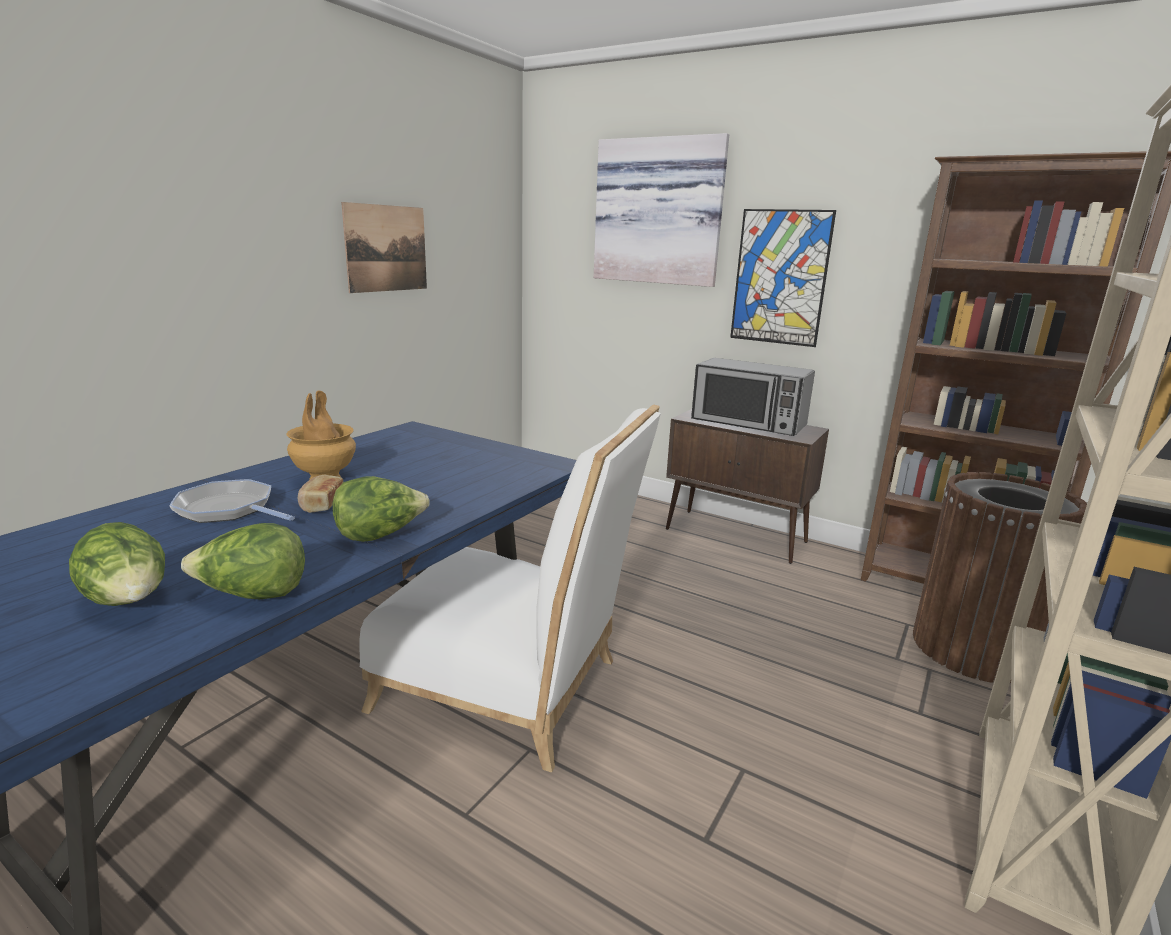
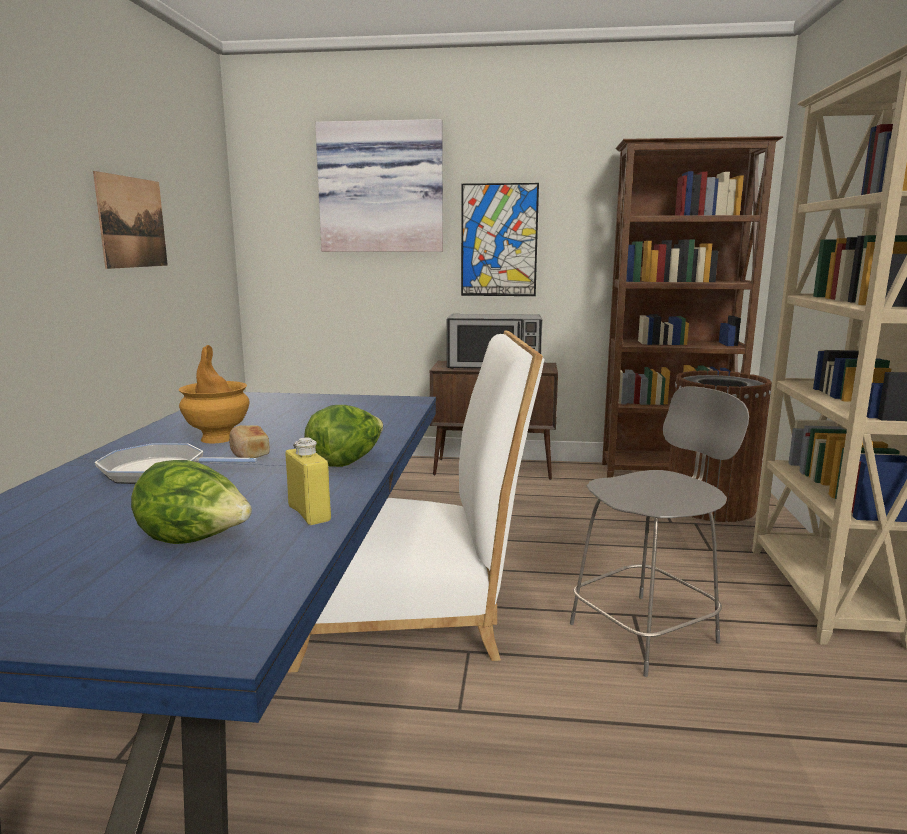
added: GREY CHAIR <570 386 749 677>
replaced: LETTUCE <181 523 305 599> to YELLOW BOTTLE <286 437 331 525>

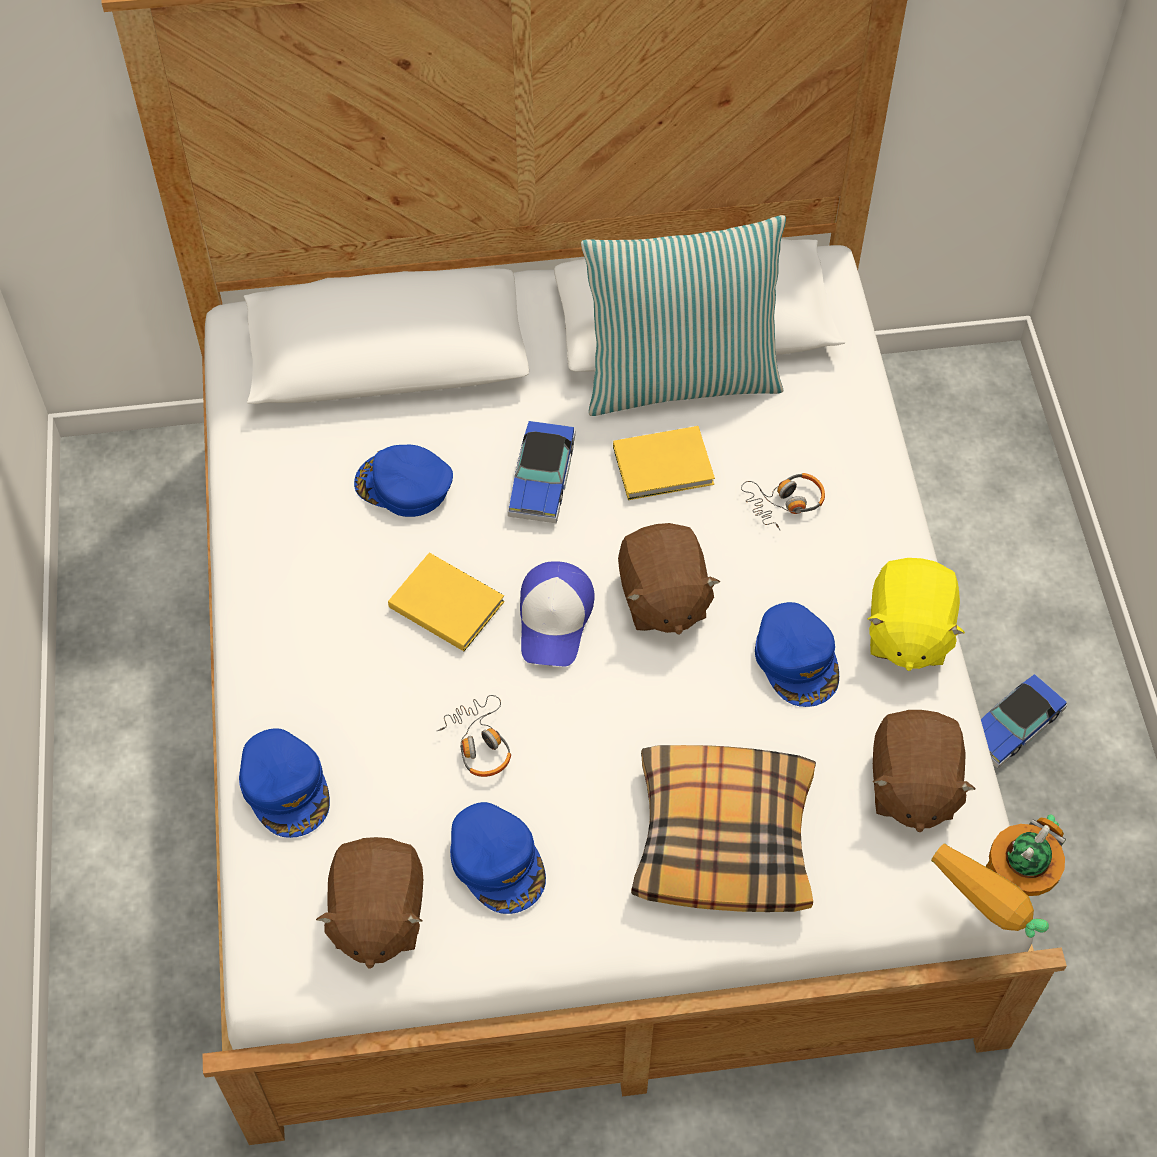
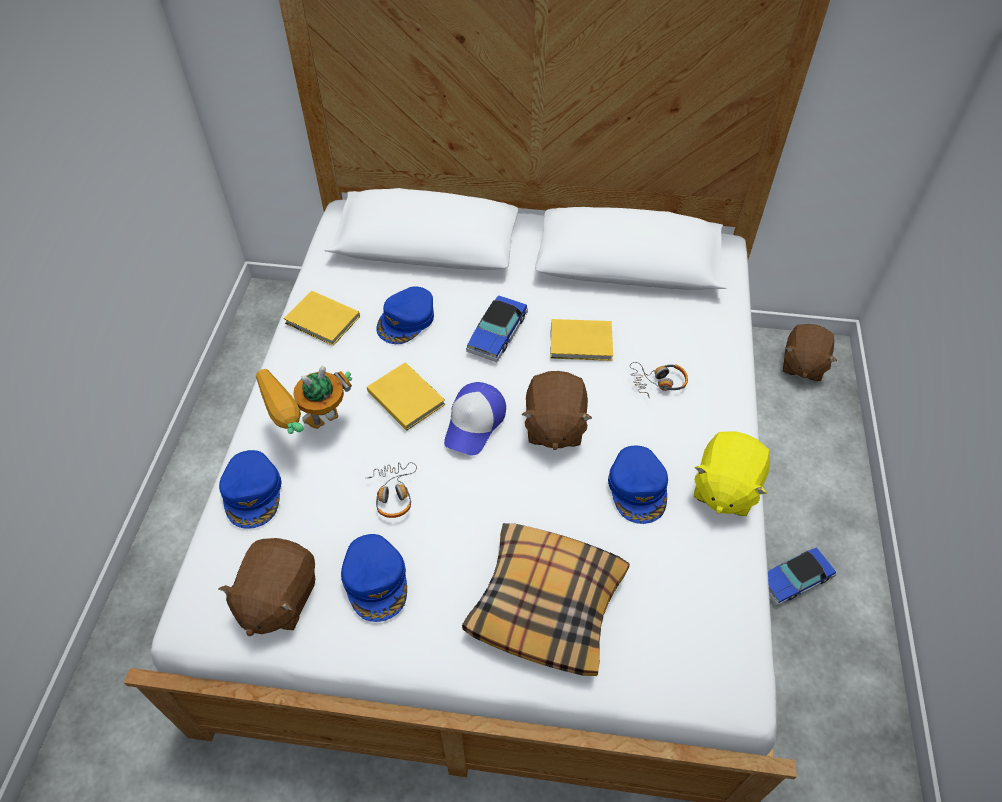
removed: PILLOW <581 215 786 416>
added: YELLOW BOOK <284 290 360 346>
moved: TOY ROBOT <931 814 1066 938> to <256 366 352 434>; BROWN PLUSH TOY <873 710 975 832> to <783 324 837 381>
turned: BLUE CAP <354 445 453 517> = <376 286 434 344> 90 degrees counterclockwise

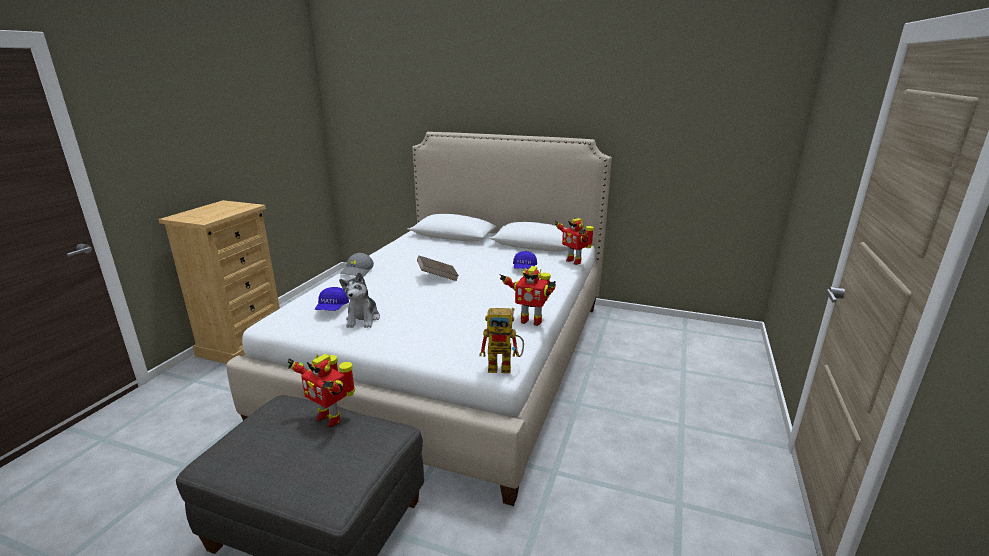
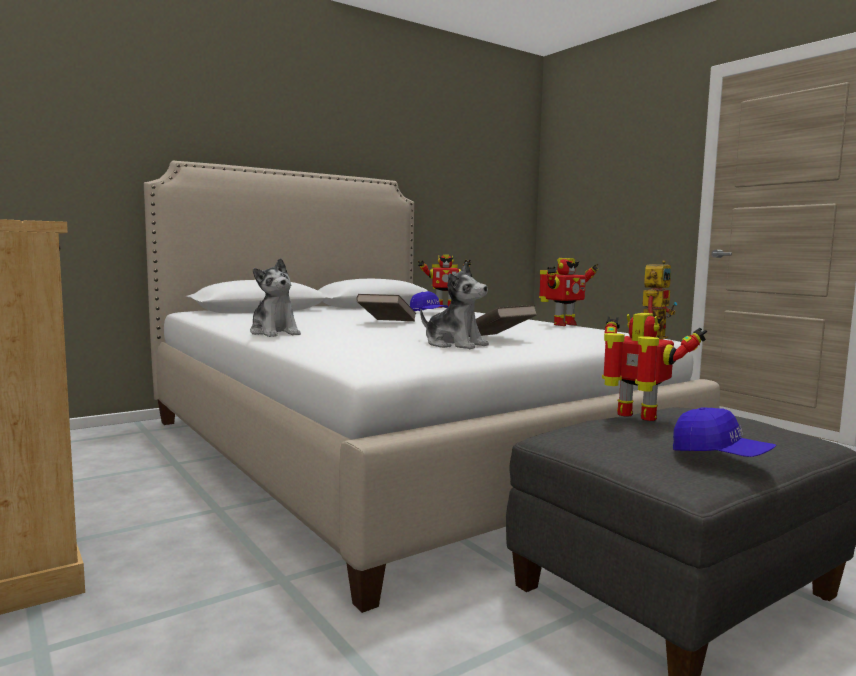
added: BROWN BOOK <469 305 538 337>
moved: BLUE CAP <315 287 349 311> to <673 407 776 457>
replaced: GREY CAP <340 253 374 277> to PLUSH TOY <250 258 301 337>
turned: TOY ROBOT <287 354 355 427> = <602 313 707 421> 120 degrees counterclockwise

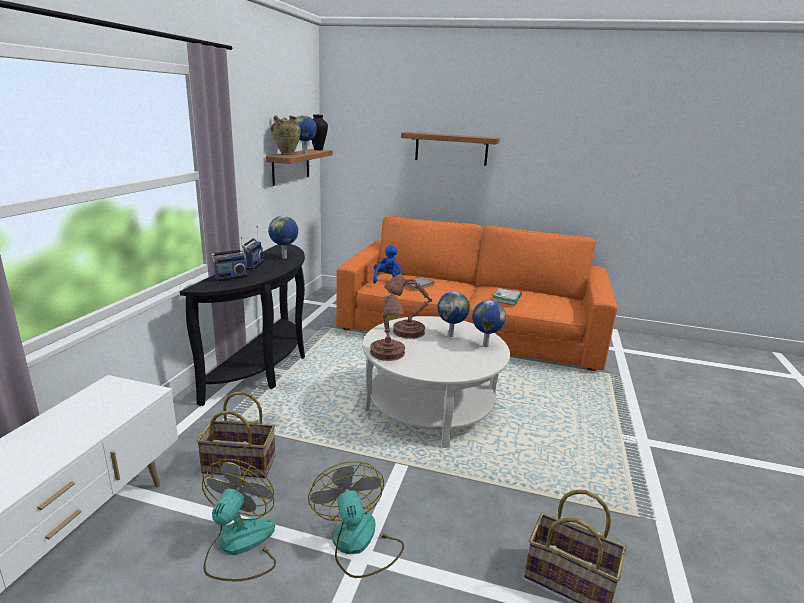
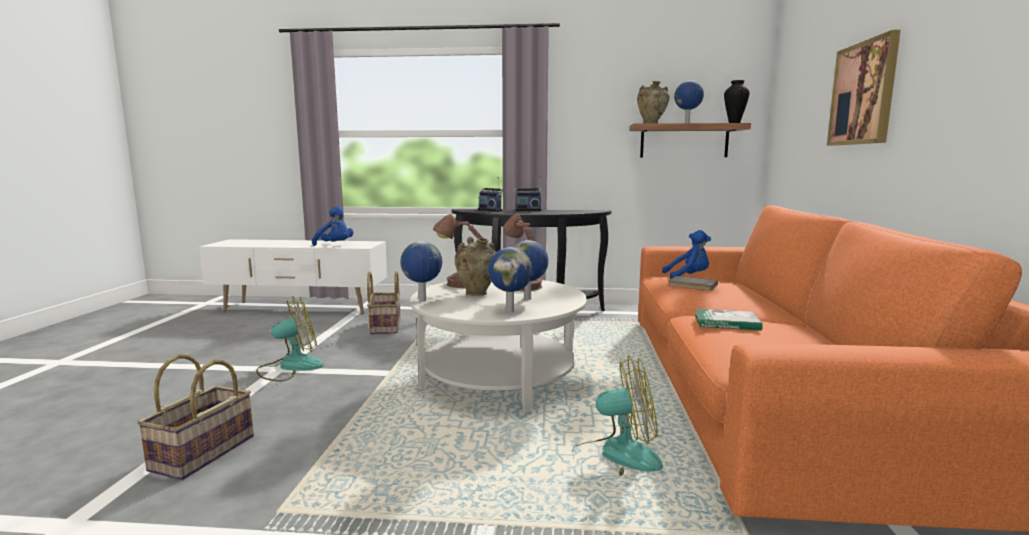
added: BLUE PLUSH TOY <312 206 353 246>; BEIGE VASE <455 237 496 296>
moved: GLOBE <268 216 298 259> to <400 241 442 302>; FAN <202 459 276 581> to <572 355 663 476>
replaced: SHELF <401 132 500 166> to PICTURE <827 30 901 146>

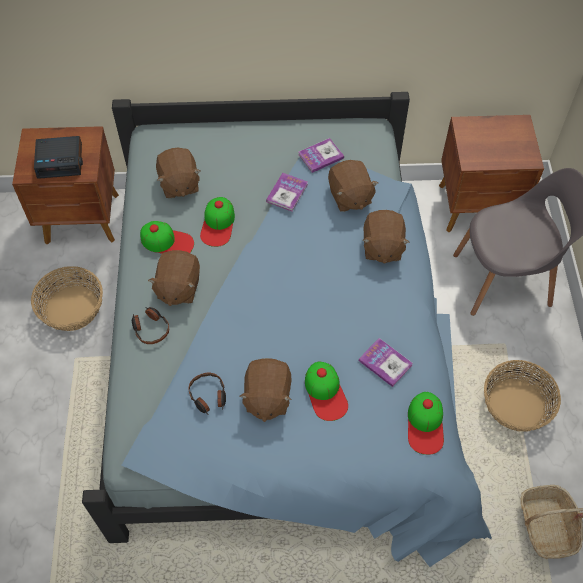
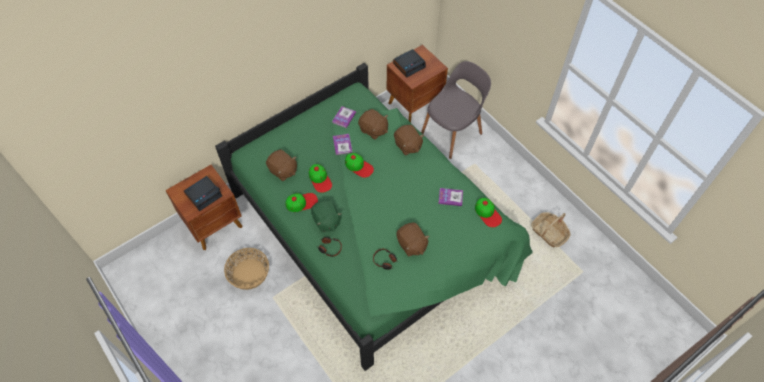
removed: BASKET <484 360 561 432>
added: ALARM CLOCK <393 49 426 78>
moved: CAP <305 362 348 421> to <345 153 374 178>
recoloured: BLUE BED <82 92 492 567> to GREEN BED <215 63 533 371>; BROWN PLUSH TOY <148 250 200 306> to GREEN PLUSH TOY <311 200 342 232>

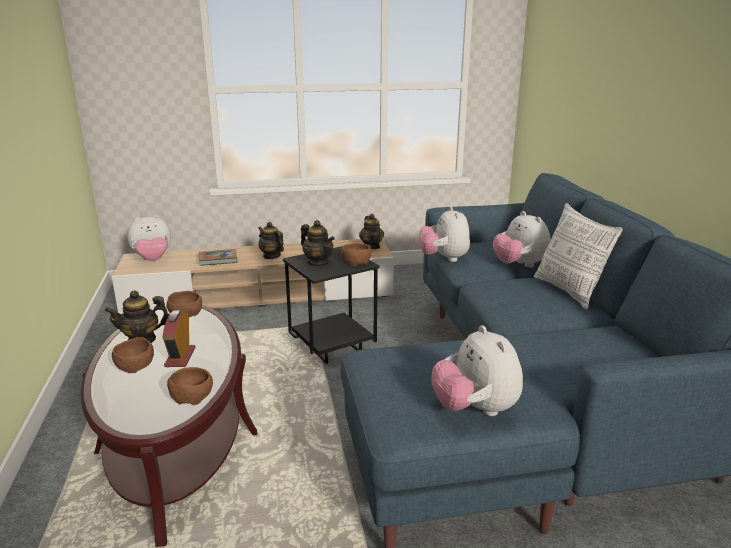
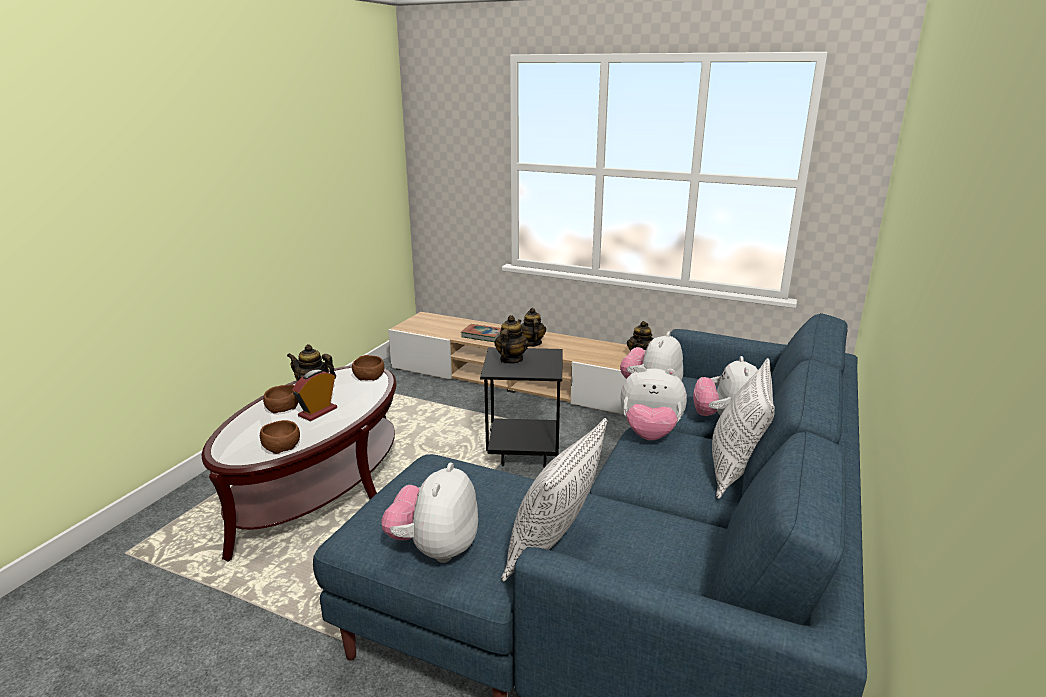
removed: BROWN BOWL <341 243 372 266>
added: PILLOW <501 418 607 582>
moved: PLUSH TOY <127 215 171 261> to <620 366 687 440>
turned: TEAPOT <301 220 335 266> = <494 315 529 364> 150 degrees counterclockwise

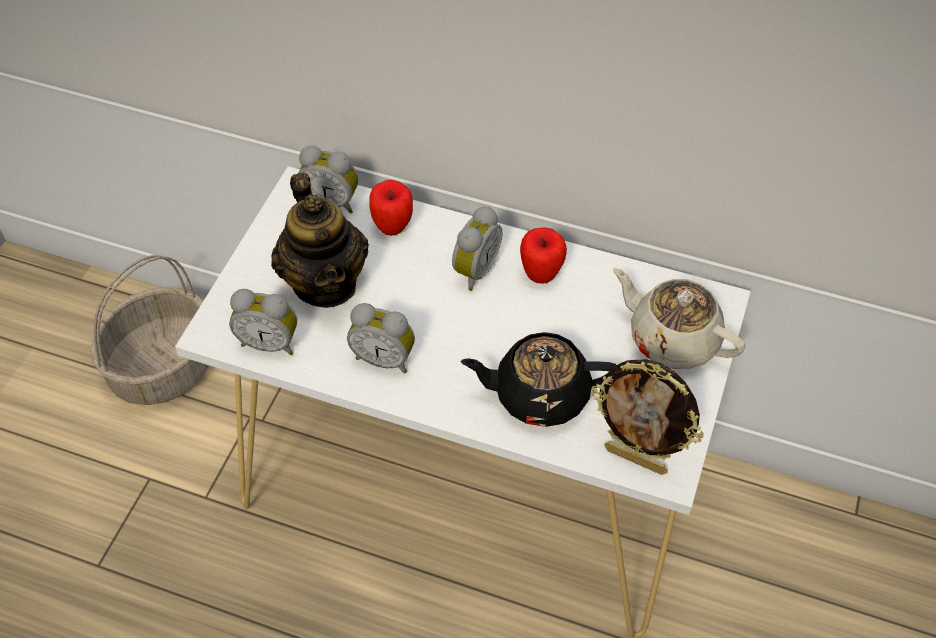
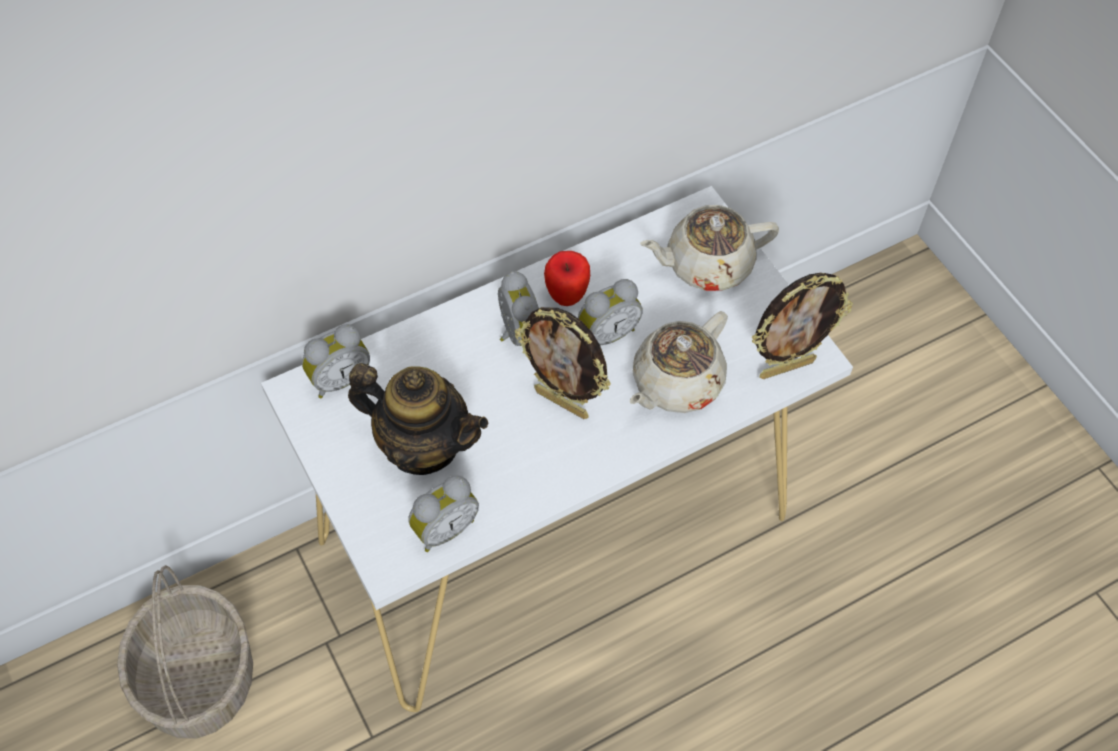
removed: APPLE <369 180 413 236>
added: PICTURE FRAME <515 307 611 419>
moved: ALARM CLOCK <347 303 415 374> to <578 279 643 345>
recoloured: BLACK TEAPOT <460 332 616 427> to BEIGE TEAPOT <630 311 728 413>

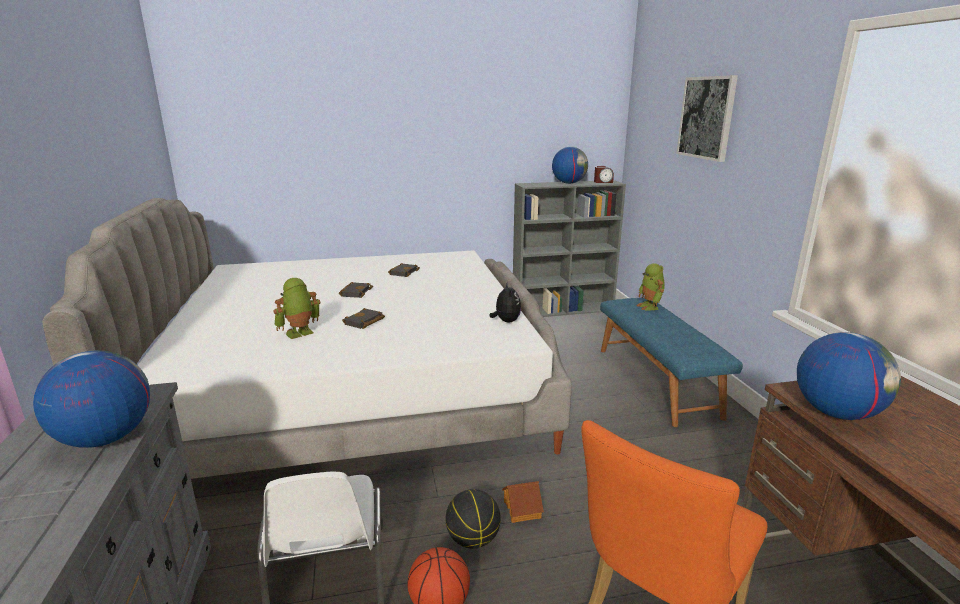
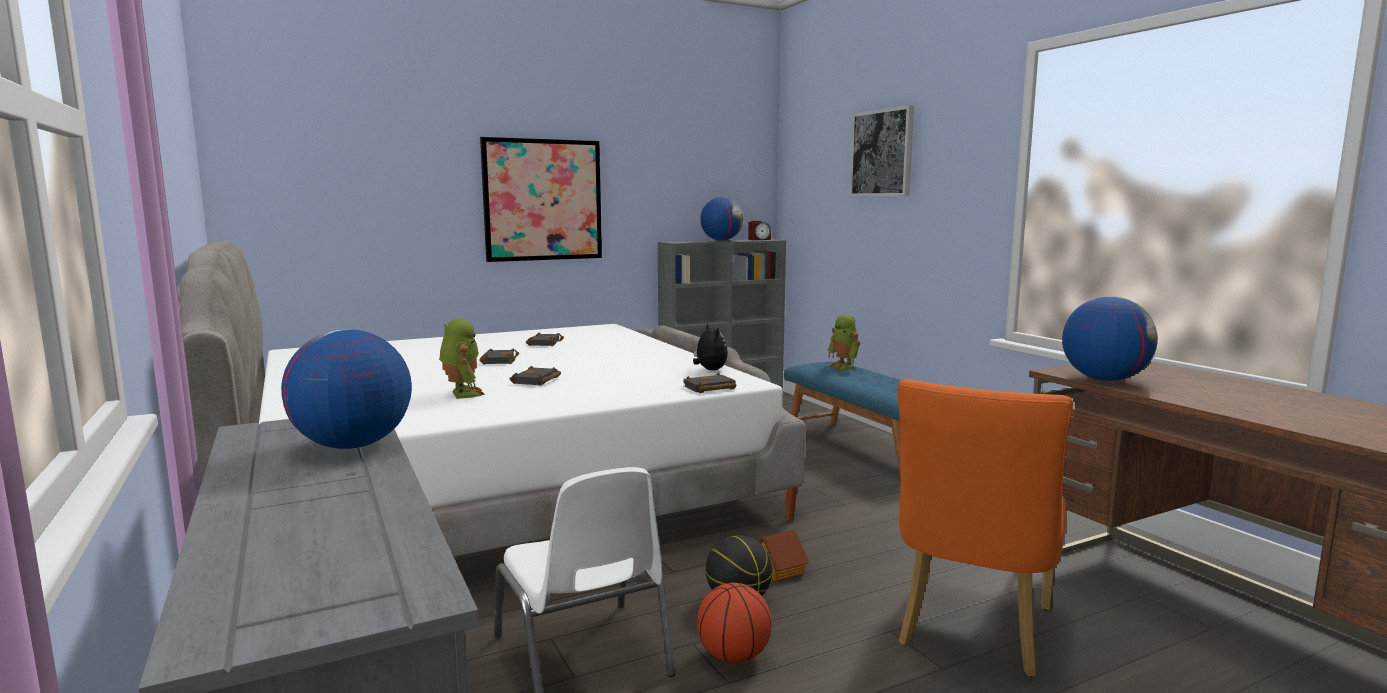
added: PICTURE <480 137 602 262>; BLACK BOOK <683 373 736 393>
turned: TOY ROBOT <273 278 321 339> = <439 319 485 399> 120 degrees clockwise

